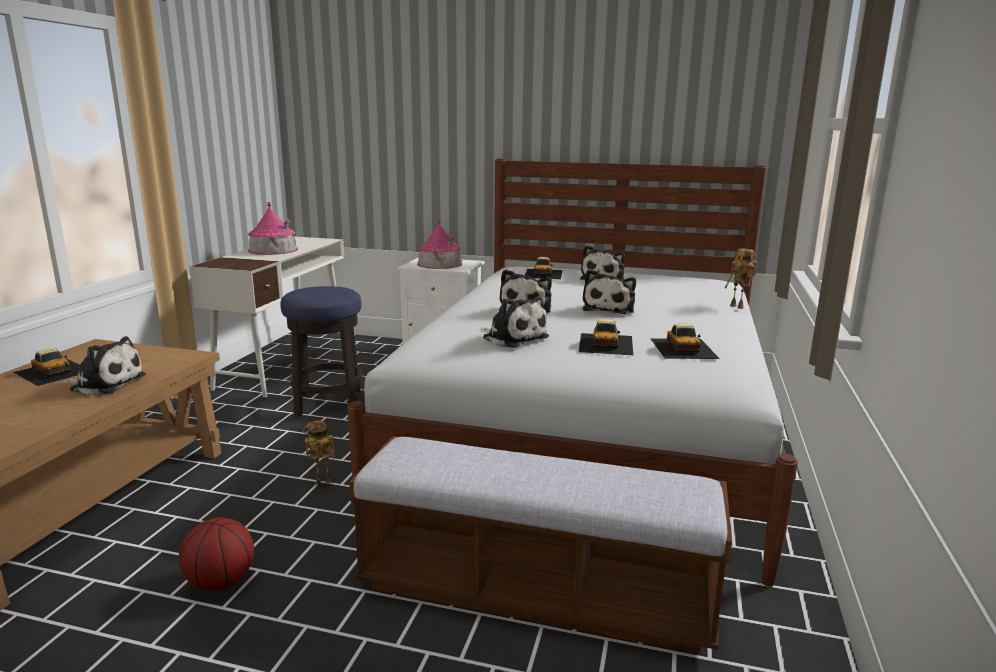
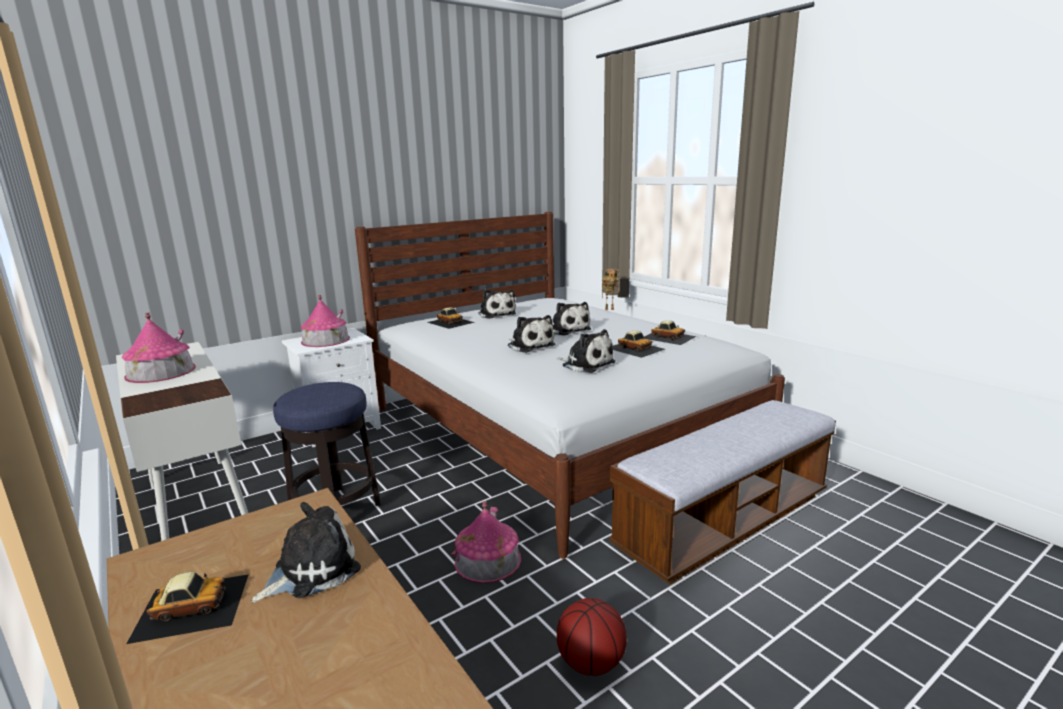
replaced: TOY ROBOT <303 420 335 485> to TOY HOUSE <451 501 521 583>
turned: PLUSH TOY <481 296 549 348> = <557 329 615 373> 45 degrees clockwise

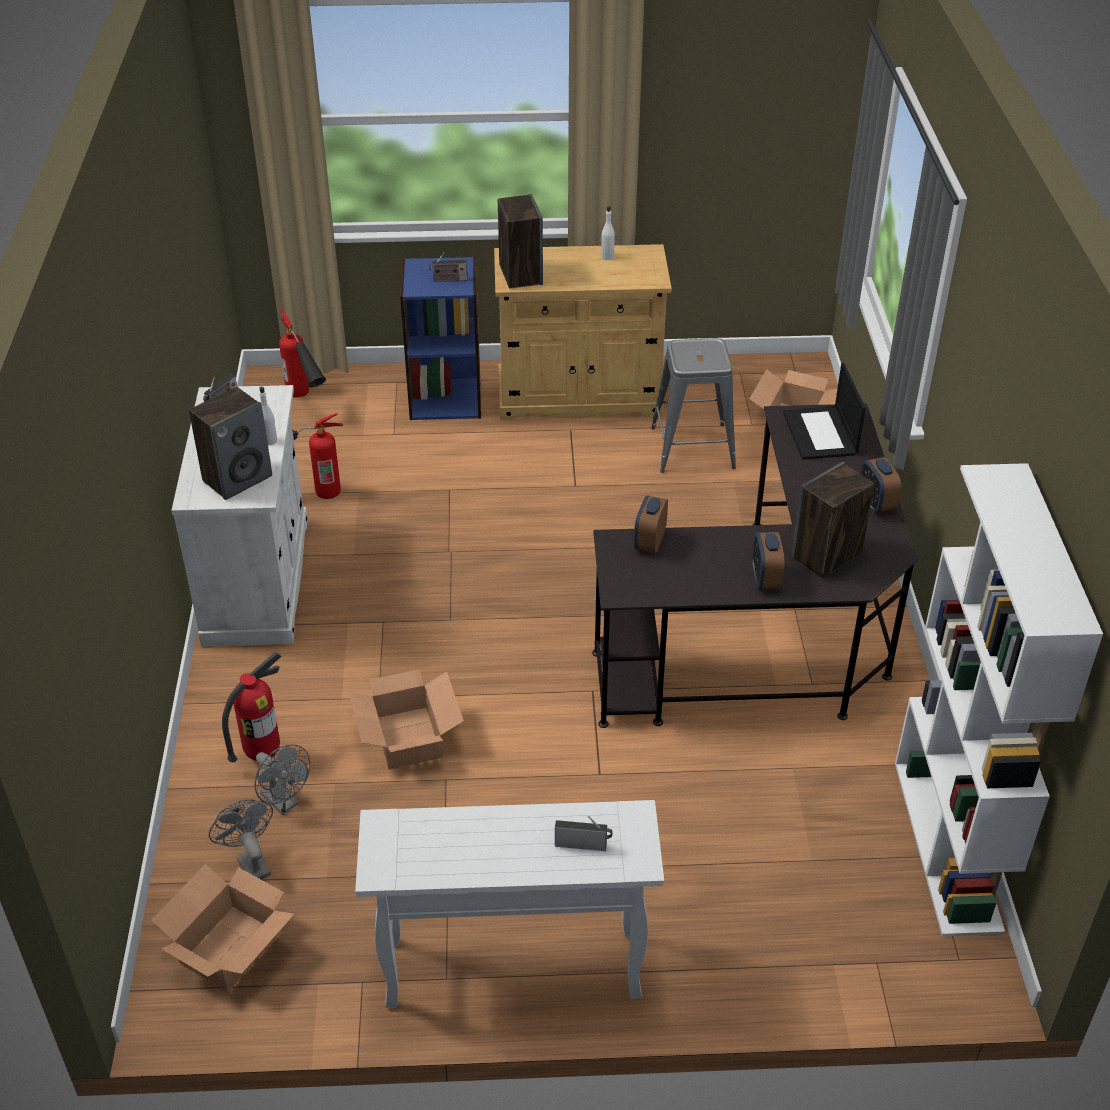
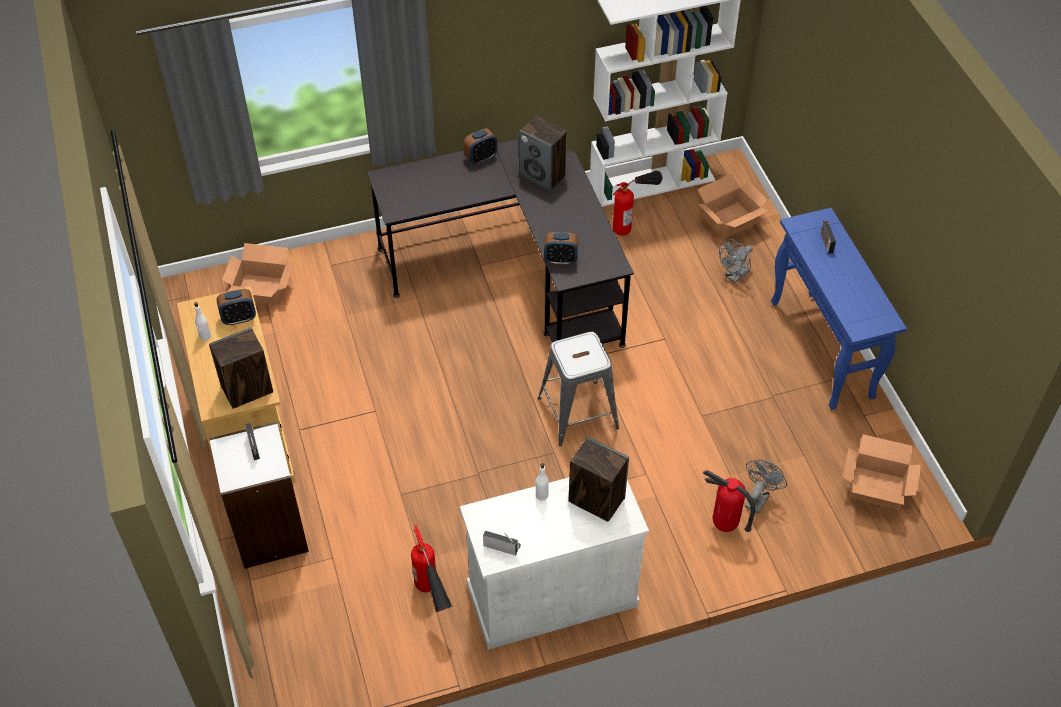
removed: LAPTOP <783 363 866 460>
moved: ALARM CLOCK <752 532 784 589> to <216 289 256 325>; GREY STOOL <651 338 736 473> to <538 332 619 446>; FIRE EXTINGUISHER <279 309 326 398> to <613 171 662 235>; CARDBOARD BOX <348 669 464 769> to <697 173 770 239>; GREY FAN <209 799 273 879> to <719 239 753 283>
recoloured: BLUE BOOKCASE <400 257 481 420> to WHITE BOOKCASE <209 422 309 569>; WHITE CONSOLE TABLE <355 800 664 1008> to BLUE CONSOLE TABLE <771 208 907 410>

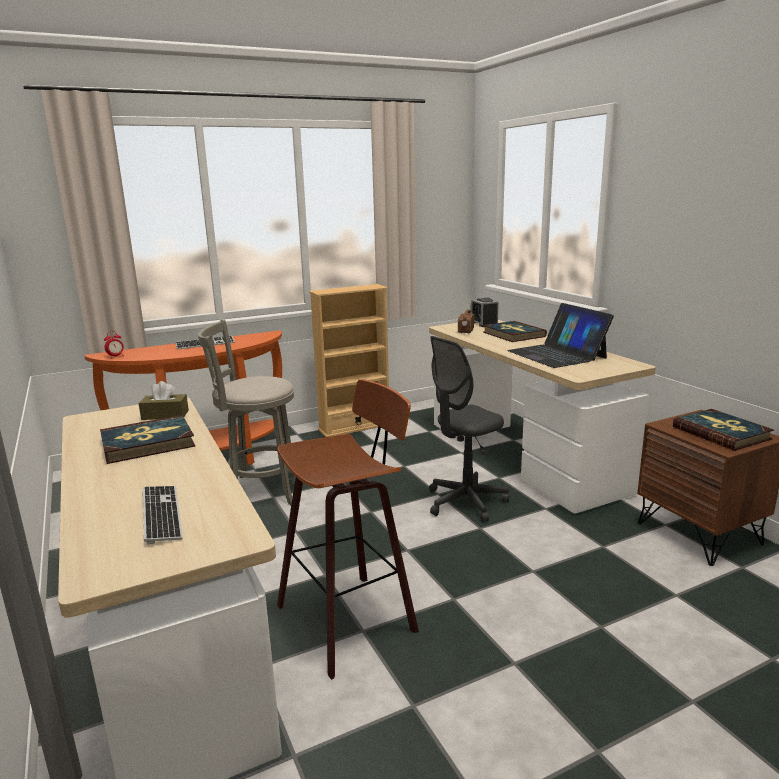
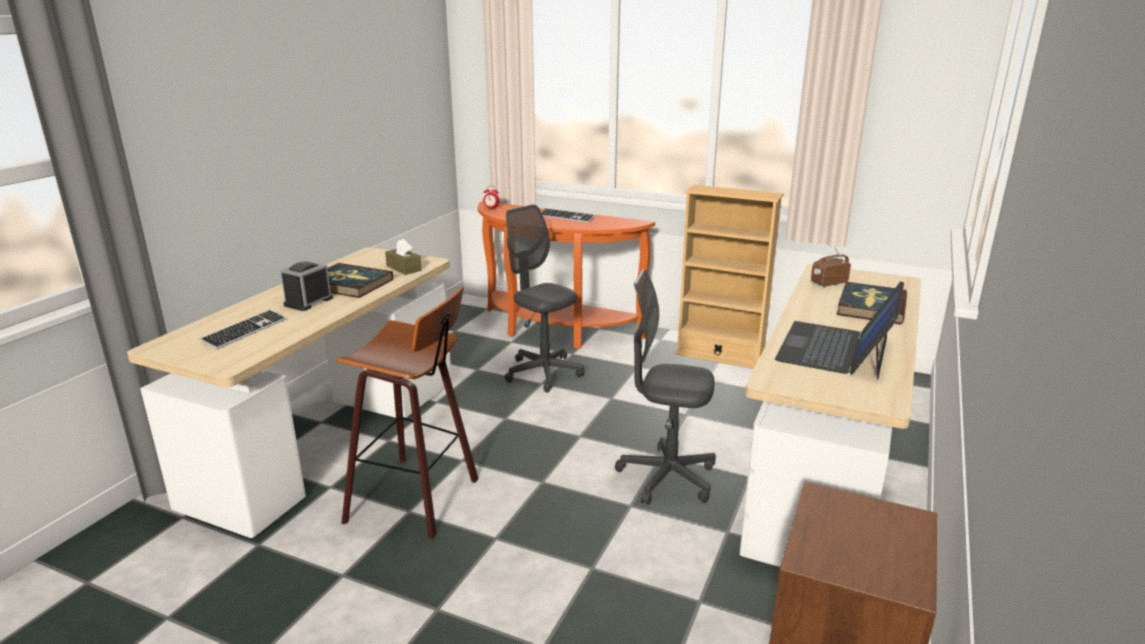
removed: BOOK <673 409 774 451>
moved: ALARM CLOCK <471 298 499 327> to <280 261 333 311>
replaced: GREY STOOL <198 320 294 505> to GREY OFFICE CHAIR <505 204 584 393>

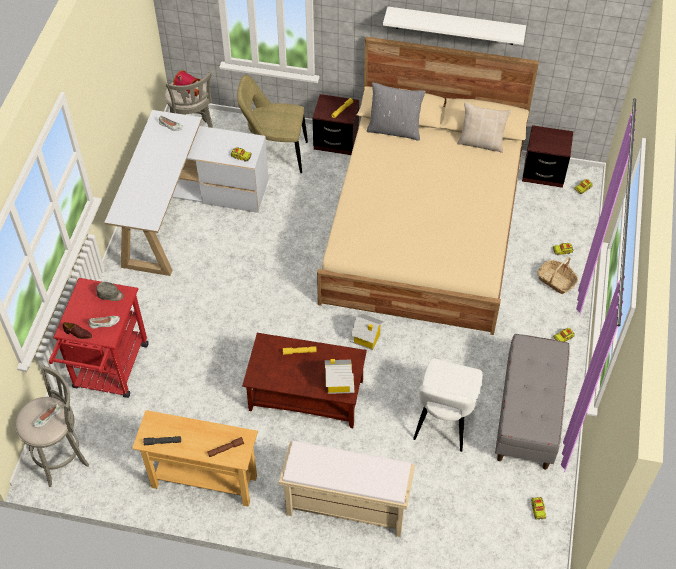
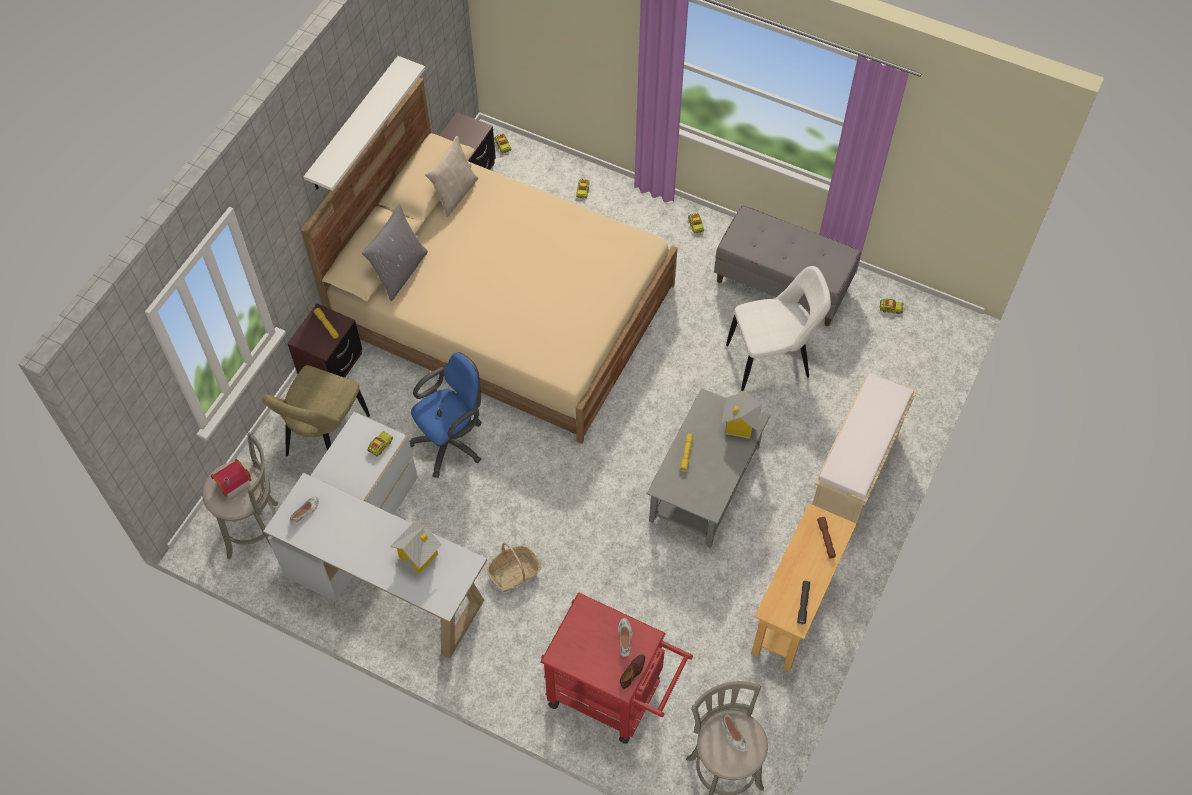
removed: GREY CAP <96 282 123 301>
added: BLUE OFFICE CHAIR <409 352 482 478>
moved: TOY HOUSE <350 314 384 350> to <390 523 442 579>; BASKET <537 257 578 294> to <487 543 541 592>
recoloured: BROWN COFFEE TABLE <242 333 367 428> to GREY COFFEE TABLE <646 388 770 548>
turned: WHITE CHAIR <413 358 483 452> = <726 266 831 391> 45 degrees counterclockwise

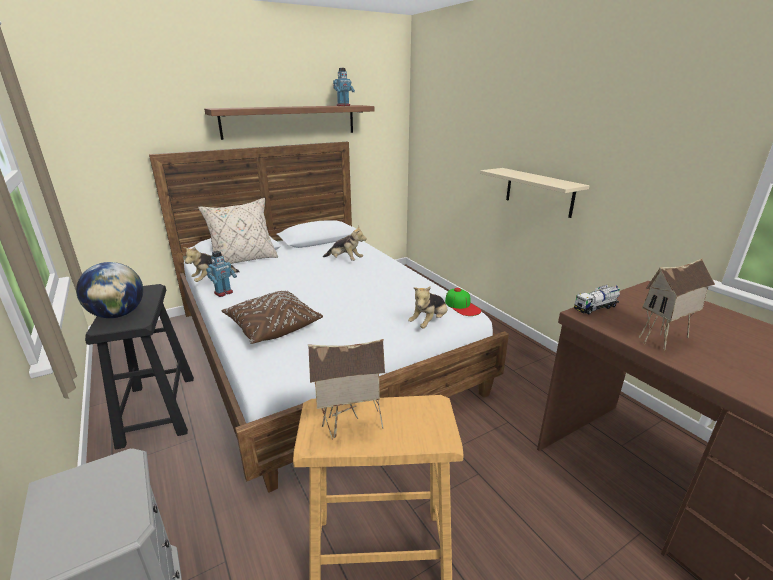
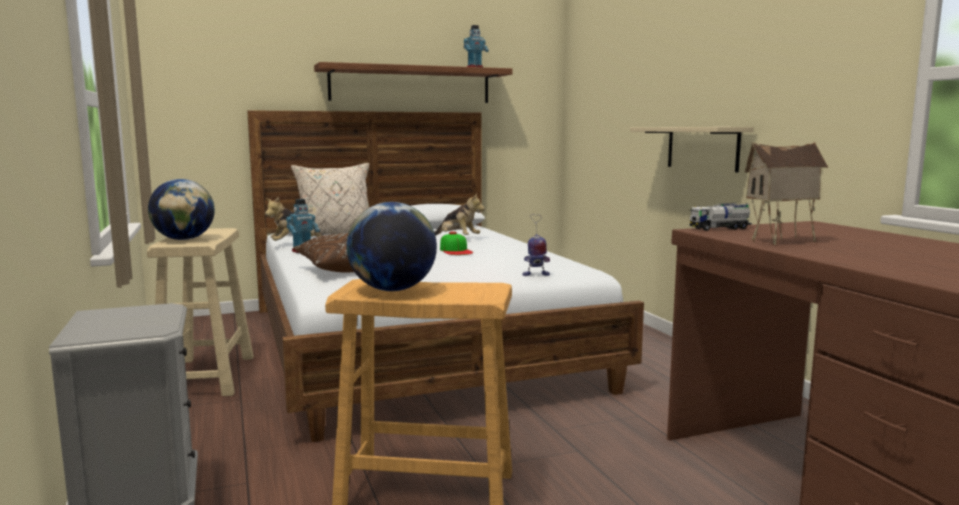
moved: CAP <445 288 481 316> to <440 231 473 255>
replaced: TOY HOUSE <308 339 385 439> to GLOBE <346 202 437 291>; PLUSH TOY <408 286 447 328> to TOY ROBOT <522 214 550 276>
recoloured: BLACK STOOL <85 284 194 450> to BEIGE STOOL <147 228 254 396>

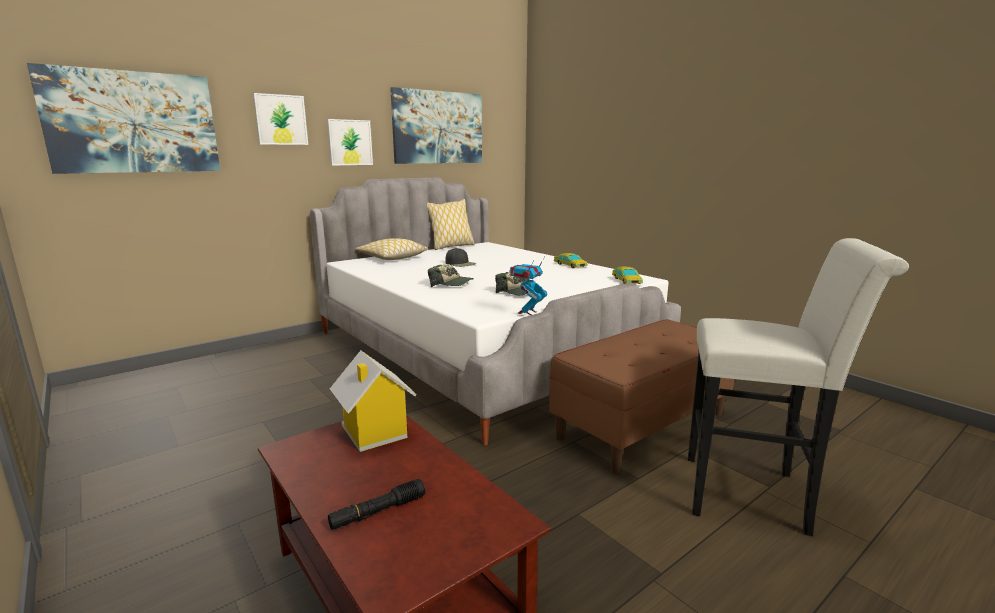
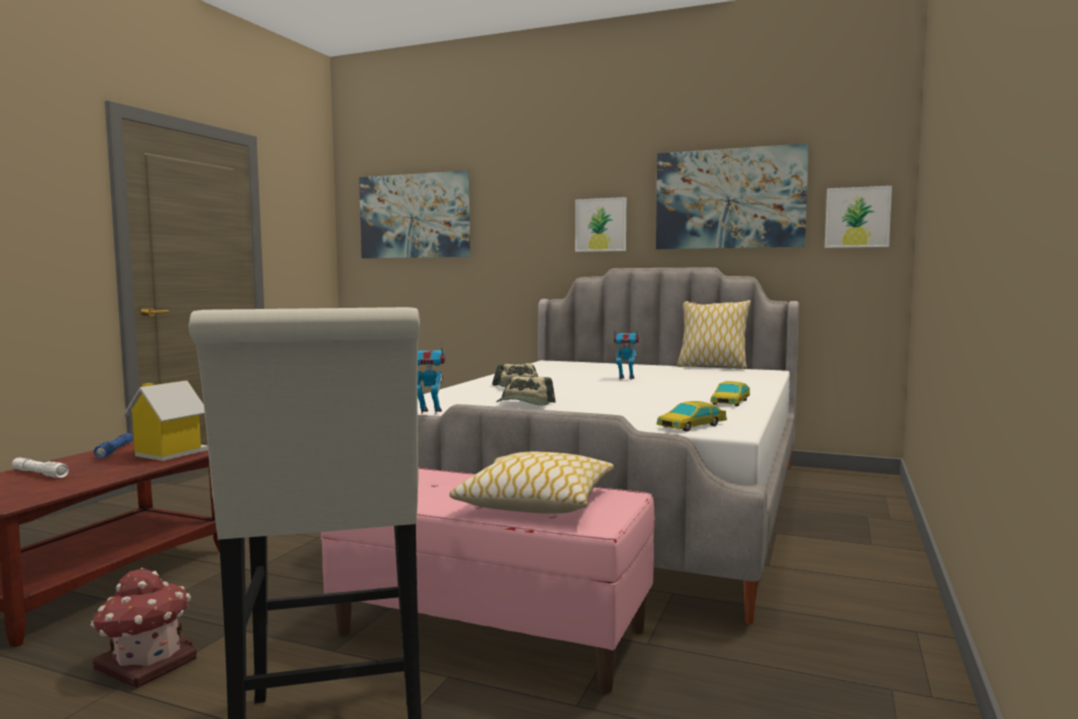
added: TOY HOUSE <91 568 197 688>; BLUE FLASHLIGHT <94 433 133 458>
moved: PILLOW <355 238 428 260> to <449 452 614 514>; PICTURE <253 93 308 145> to <825 186 892 248>
replaced: BLACK CAP <445 248 476 267> to TOY ROBOT <614 325 639 380>
recoloured: BLACK FLASHLIGHT <328 479 425 529> to WHITE FLASHLIGHT <12 457 69 478>; BROWN BENCH <549 319 735 473> to PINK BENCH <321 468 655 693>

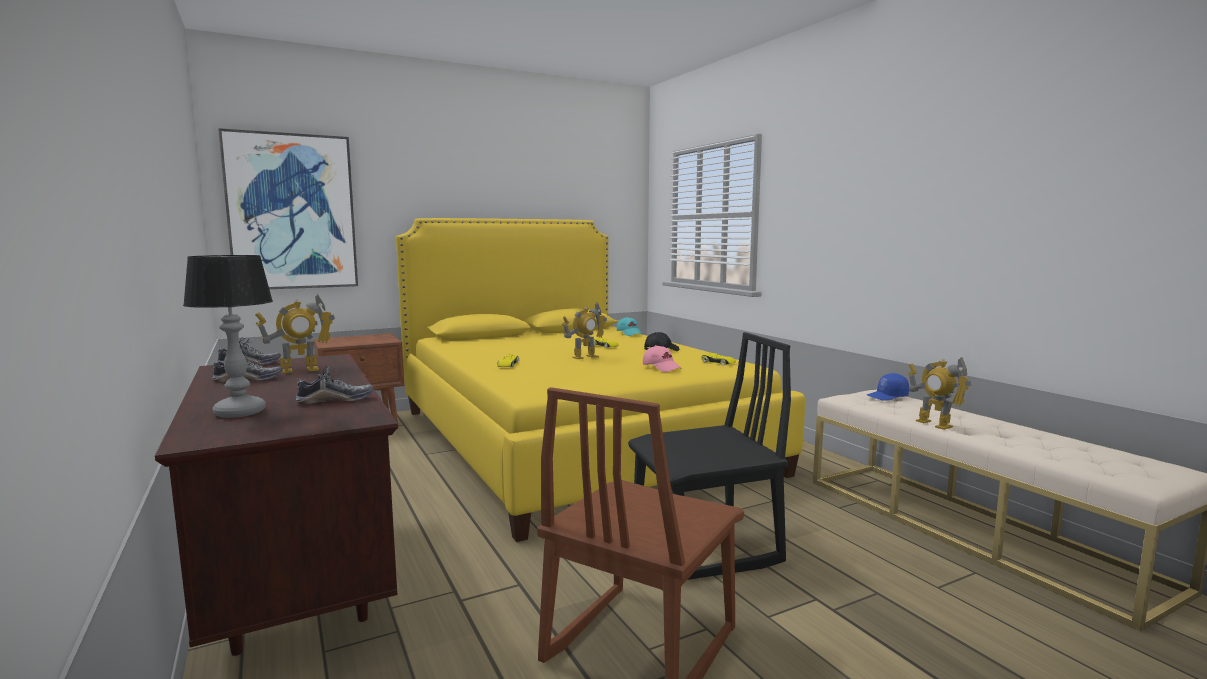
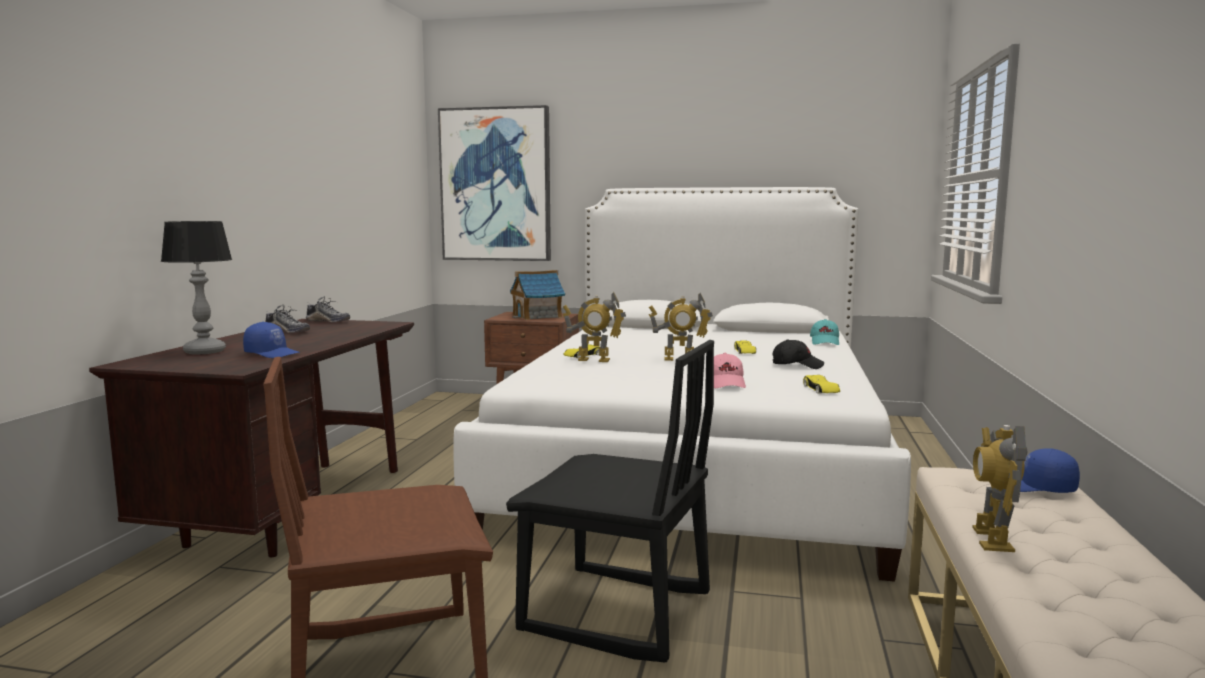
added: TOY HOUSE <510 270 565 320>
moved: TOY ROBOT <255 294 335 374> to <563 291 626 362>
replaced: SHOE <296 366 374 405> to BLUE CAP <243 322 300 358>
recoloured: YELLOW BED <396 218 805 542> to WHITE BED <453 187 911 582>

